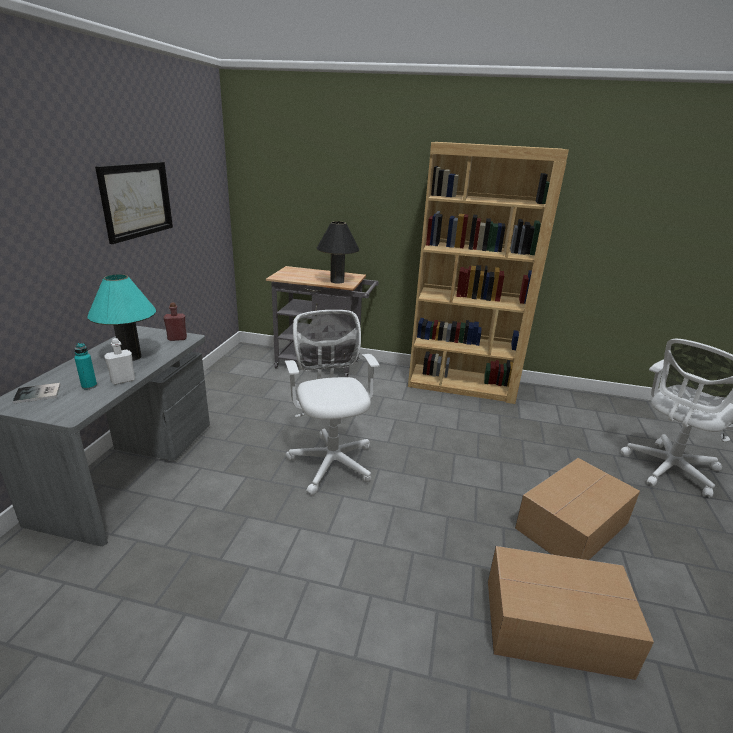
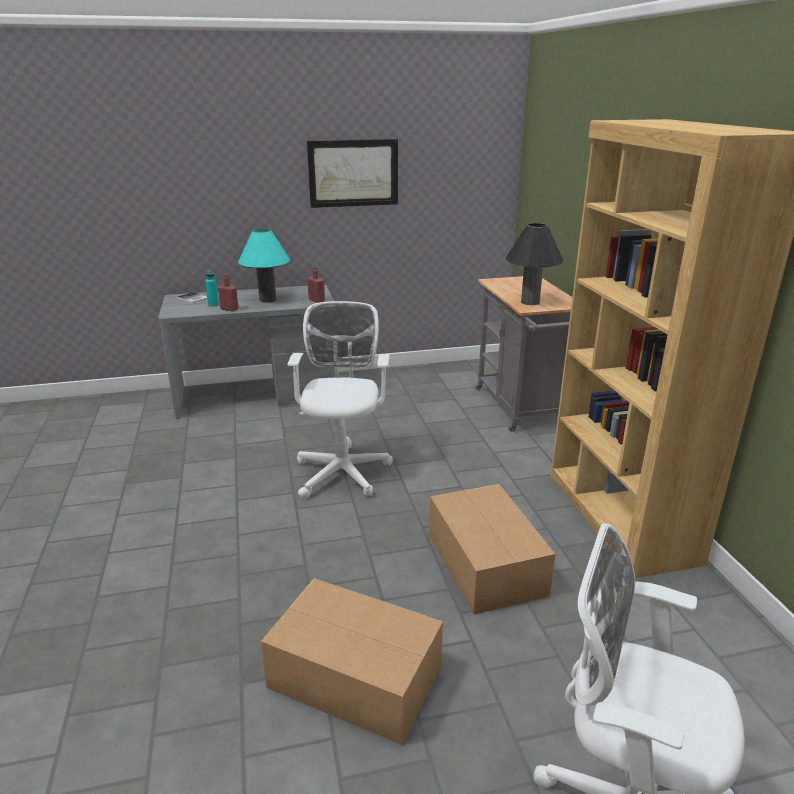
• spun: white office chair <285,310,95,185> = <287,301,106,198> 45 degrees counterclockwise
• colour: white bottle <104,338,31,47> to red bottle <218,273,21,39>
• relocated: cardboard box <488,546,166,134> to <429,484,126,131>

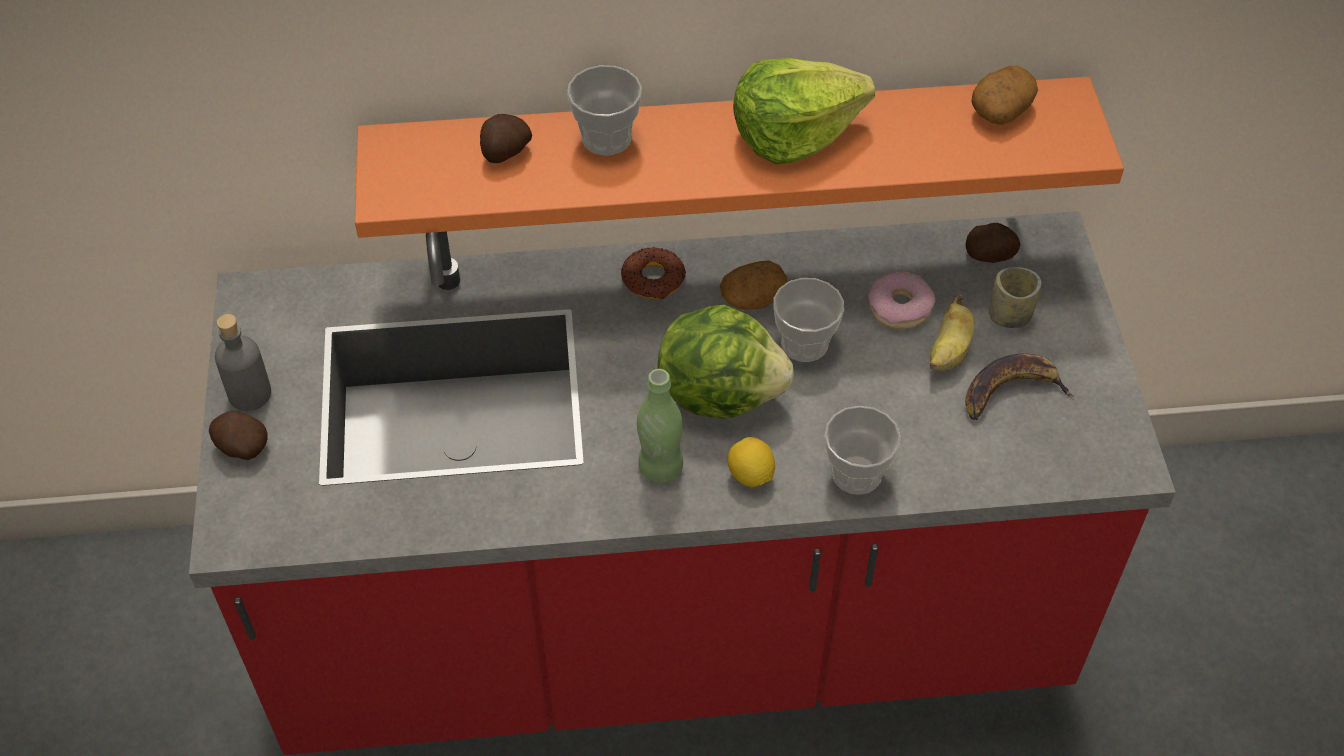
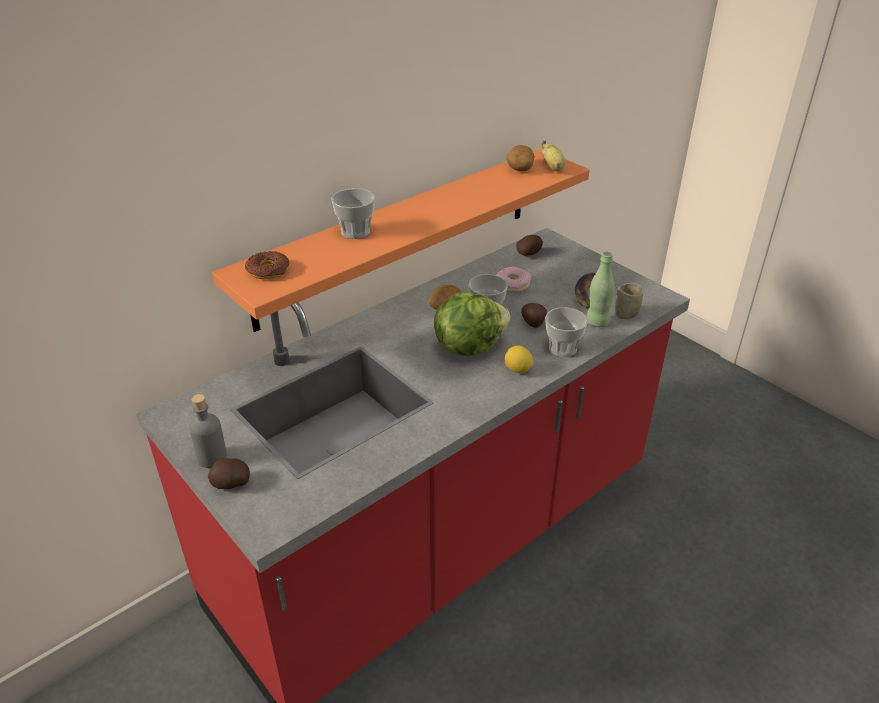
• missing: lettuce <733,58,142,106>
• relocated: potato <480,114,52,49> to <521,303,26,25>
• relocated: donut <621,247,65,52> to <245,251,44,28>
• relocated: cup <989,267,53,61> to <615,283,28,36>
• relocated: banana <930,295,45,76> to <541,140,25,31>
• relocated: green bottle <637,369,46,114> to <586,251,29,76>

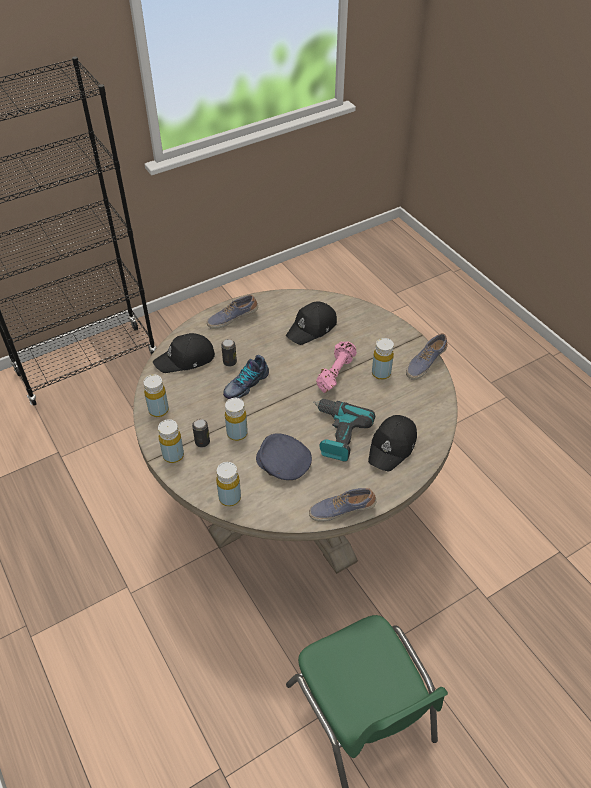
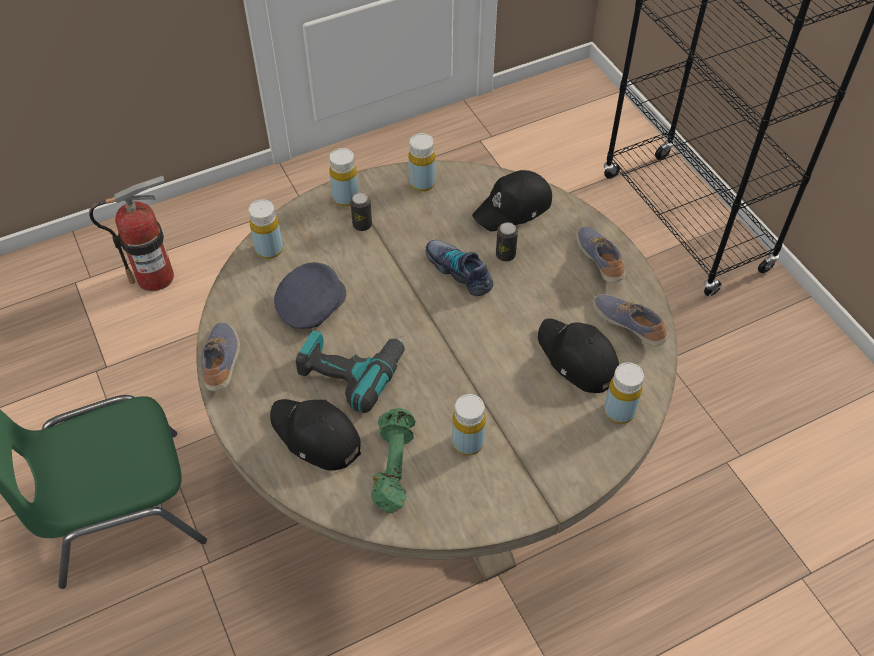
• spun: black cap <153,333,62,40> = <472,170,80,61> 105 degrees counterclockwise
• relocated: shoe <406,333,42,47> to <593,294,75,52>
• missing: pink dumbbell <316,341,41,52>
• relocated: yellow bottle <225,398,23,43> to <604,362,40,62>
• appeared: fire extinguisher <89,176,85,115>
• appeared: green dumbbell <371,408,44,105>

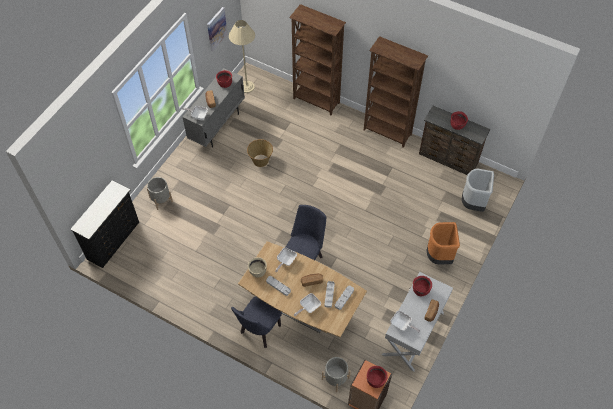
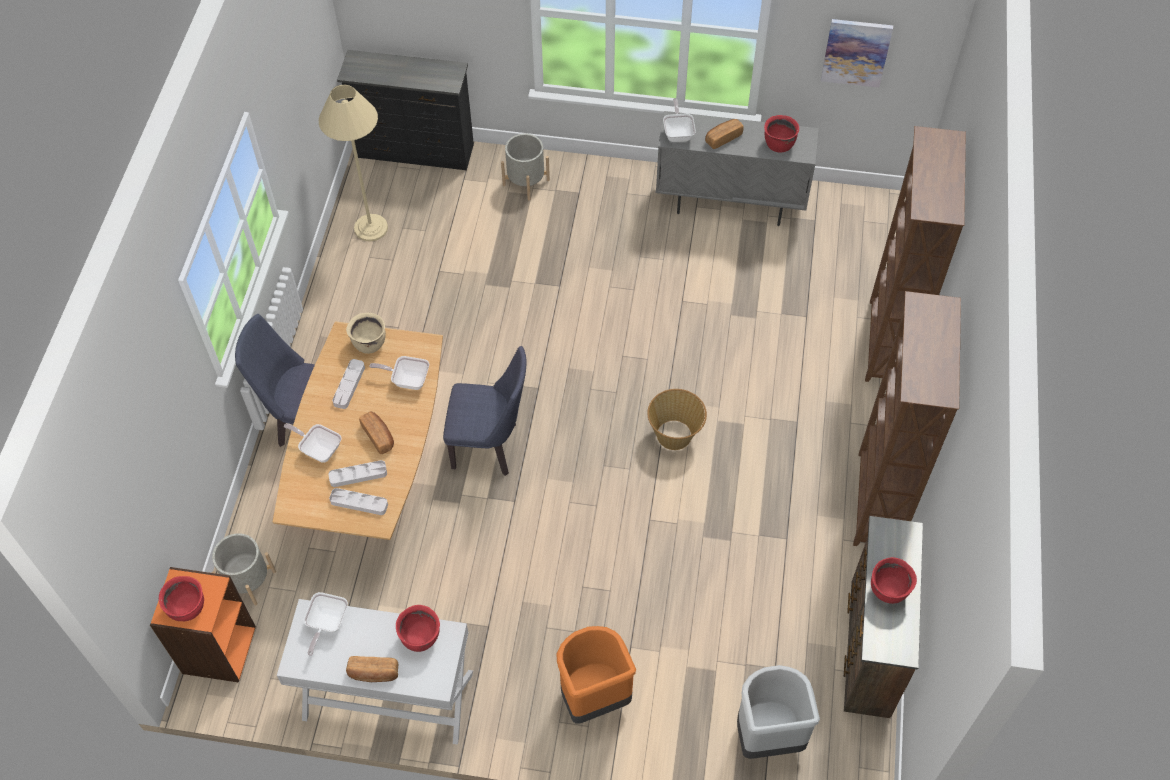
• relocated: beige floor lamp <229,20,26,73> to <319,85,69,156>
• relocated: basket <247,139,26,28> to <647,389,60,61>

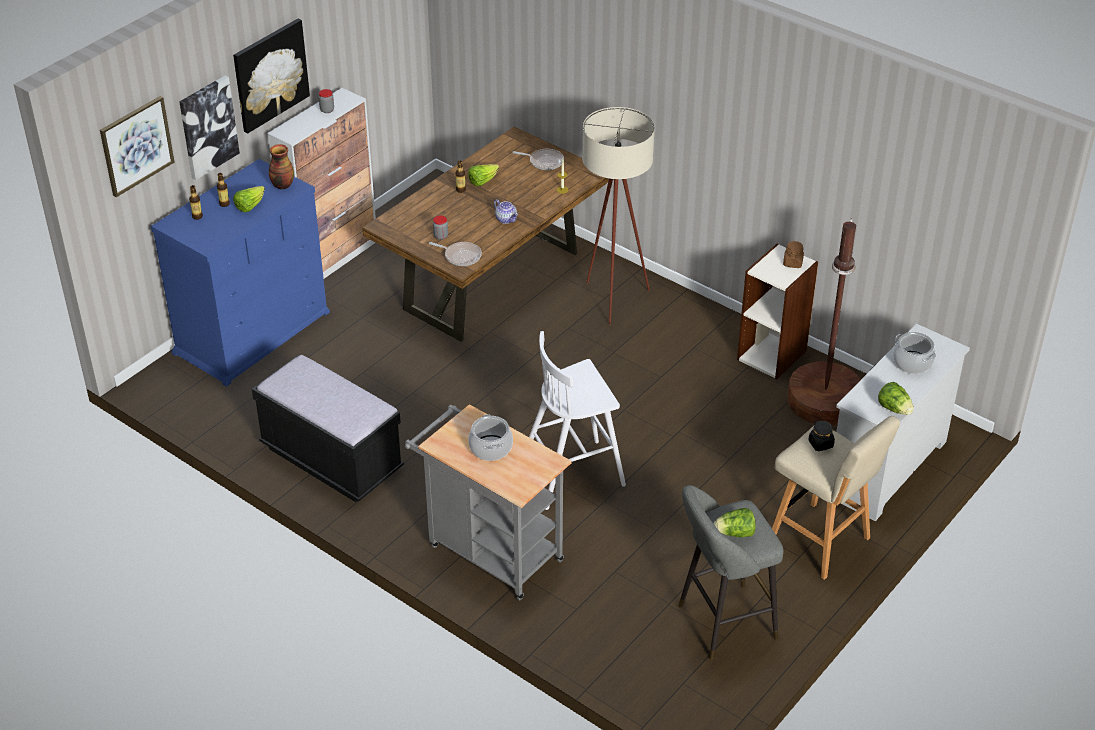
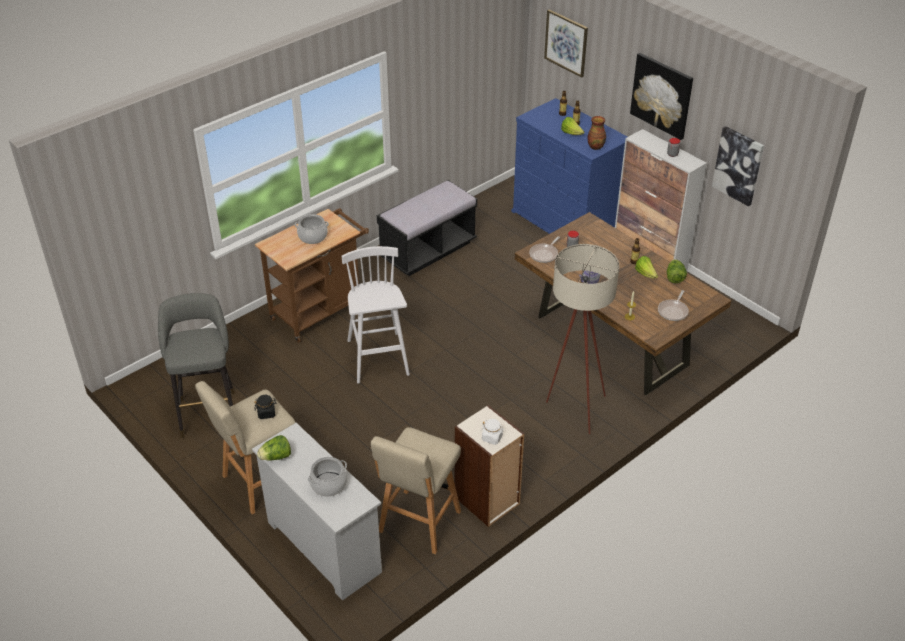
• relocated: picture <179,76,61,104> to <712,126,52,80>
• exchanged: brown floor lamp <788,219,73,207> to beige stool <371,427,90,127>
• colour: brown jar <783,241,21,27> to white jar <481,419,23,26>
• colour: grey cart <405,404,167,196> to brown cart <255,208,114,135>
• relocated: lettuce <714,508,42,30> to <667,259,20,24>

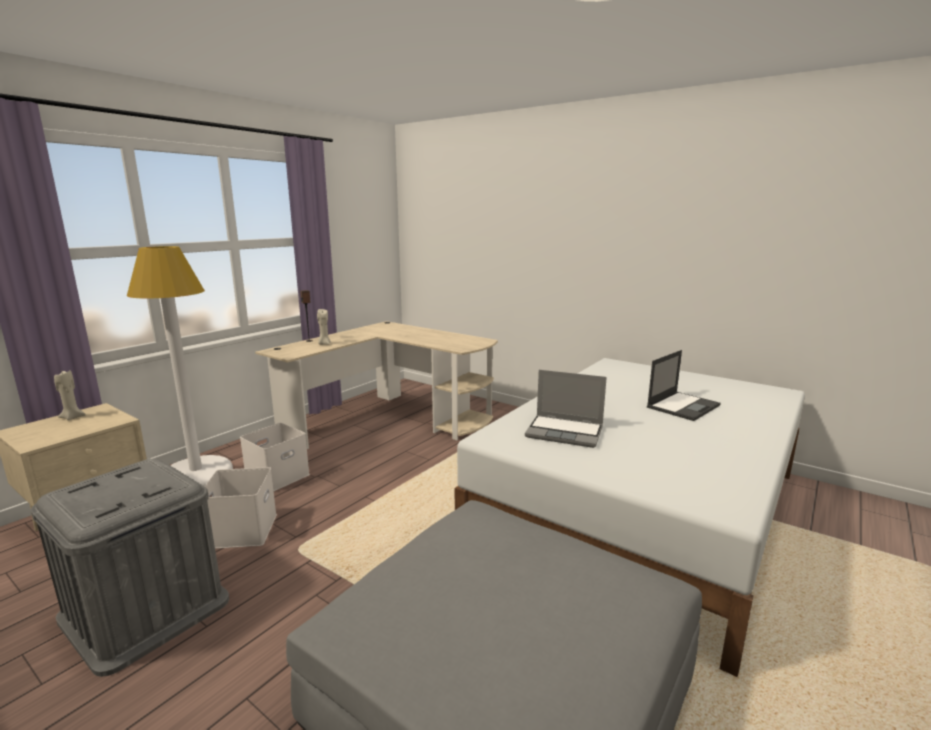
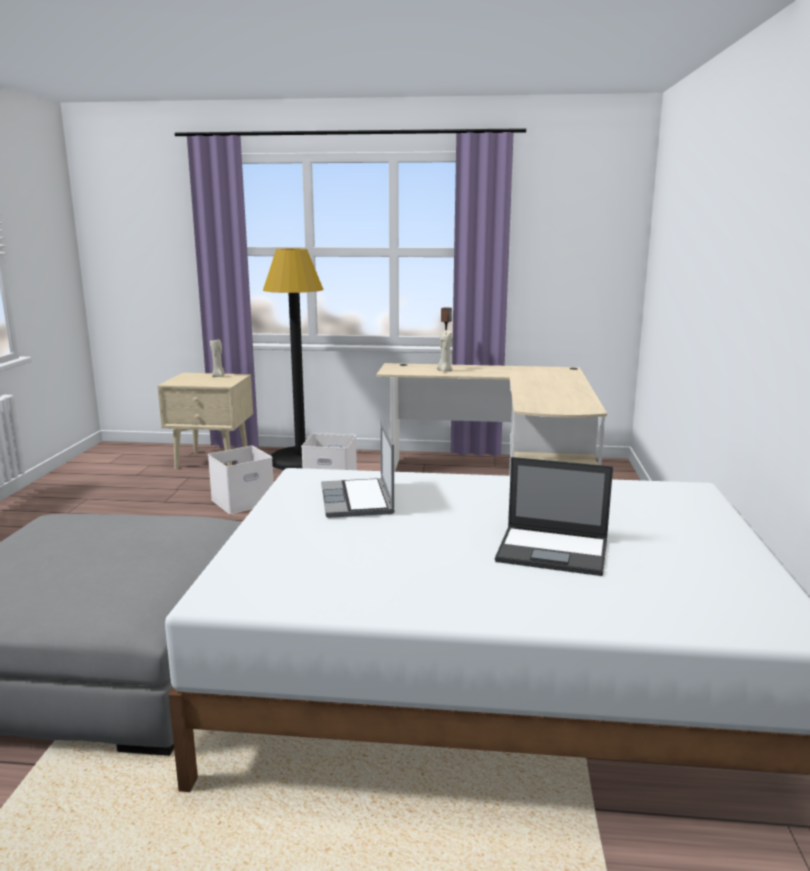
• colour: white floor lamp <127,246,106,240> to black floor lamp <263,249,61,221>
• missing: grey storage box <31,459,198,218>

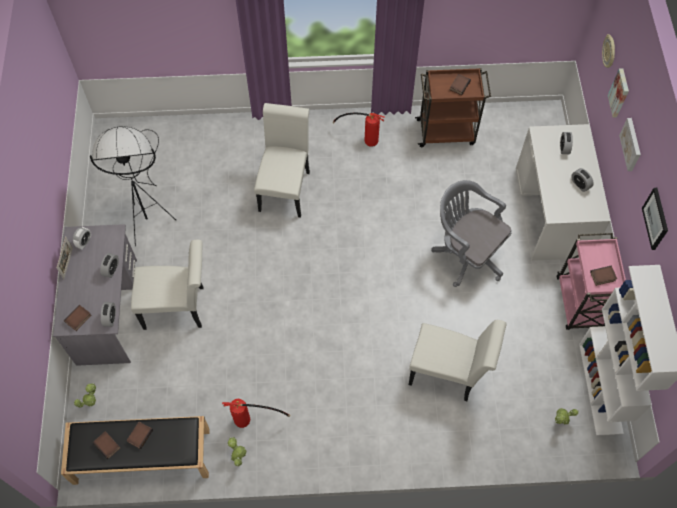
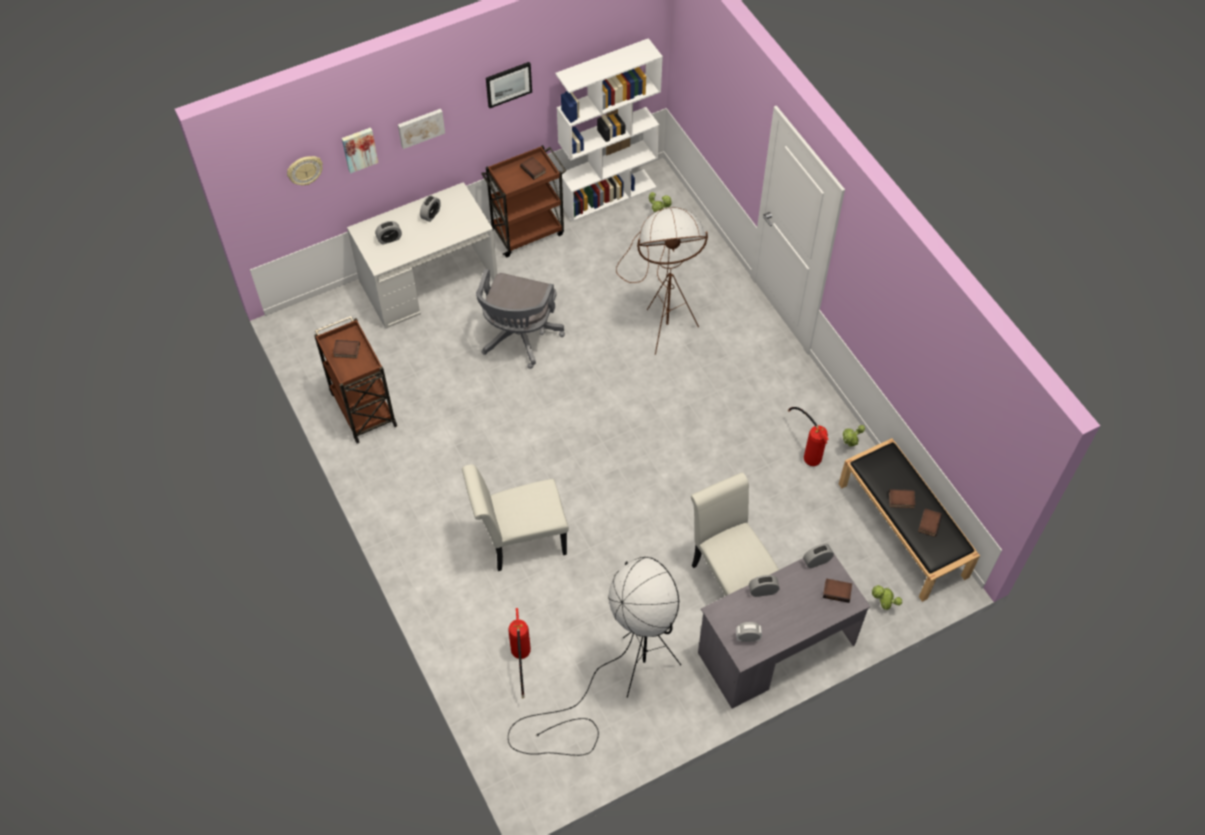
• relocated: fire extinguisher <333,113,52,34> to <508,608,23,90>
• colour: pink cart <557,233,69,97> to brown cart <481,145,85,112>
• missing: picture frame <56,236,17,43>
• exchanged: white chair <409,320,98,81> to brown floor lamp <616,207,92,148>

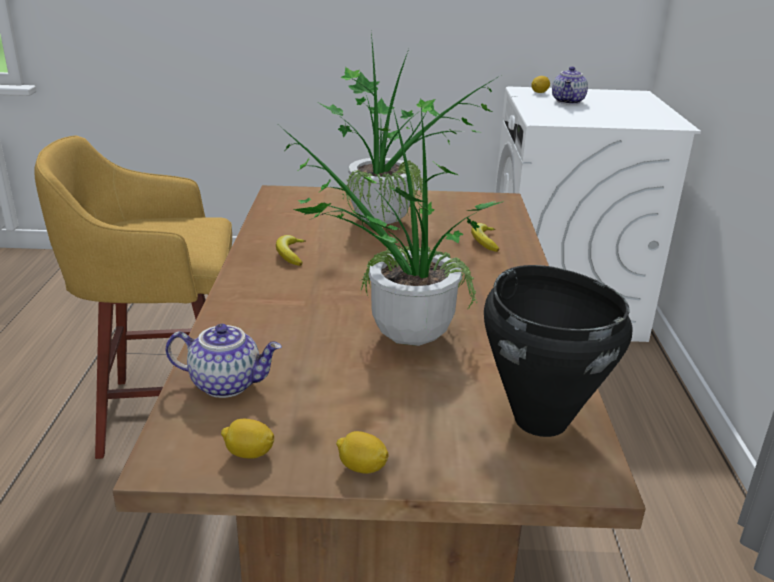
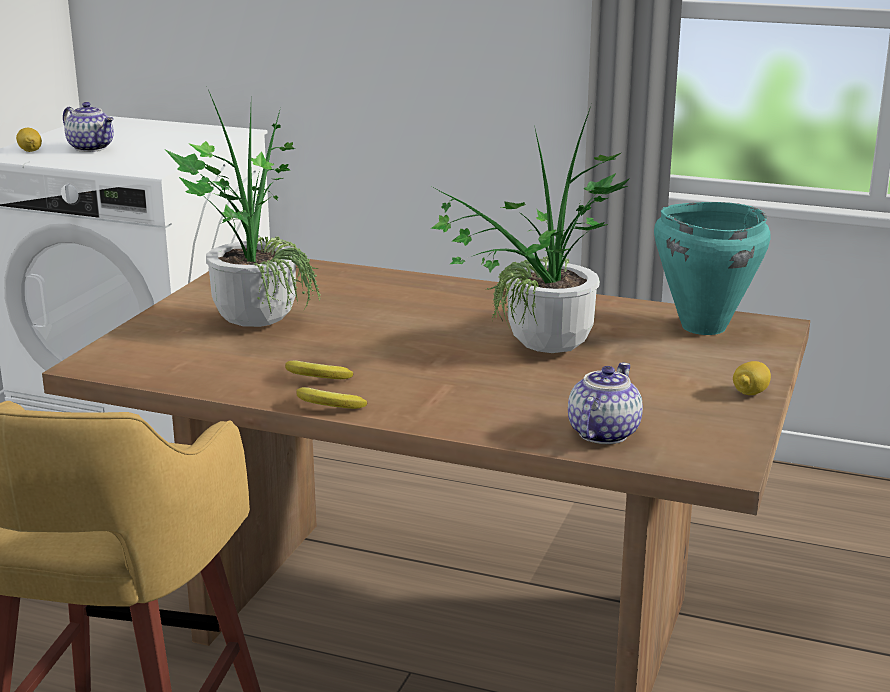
• relocated: banana <471,223,28,29> to <296,387,71,22>
• colour: black cooking pot <484,265,149,172> to turquoise cooking pot <654,202,116,133>
• missing: lemon <221,419,53,40>

